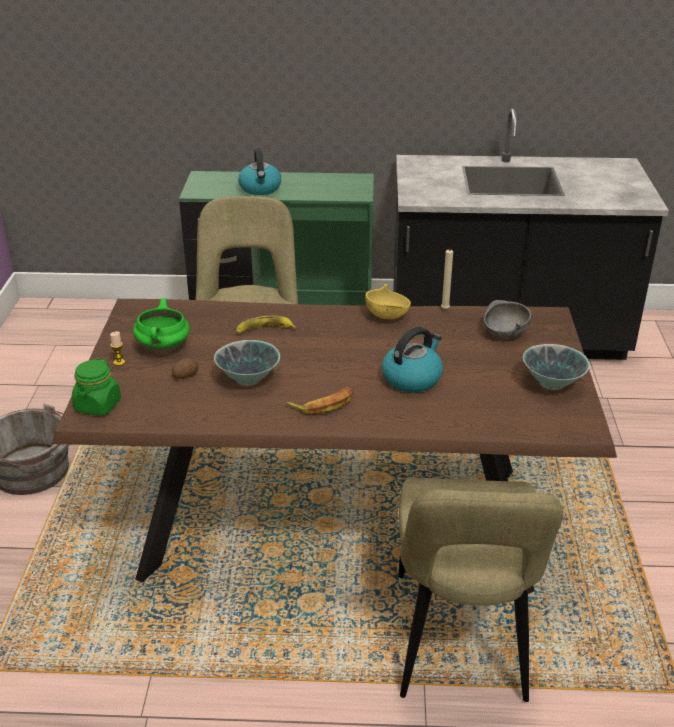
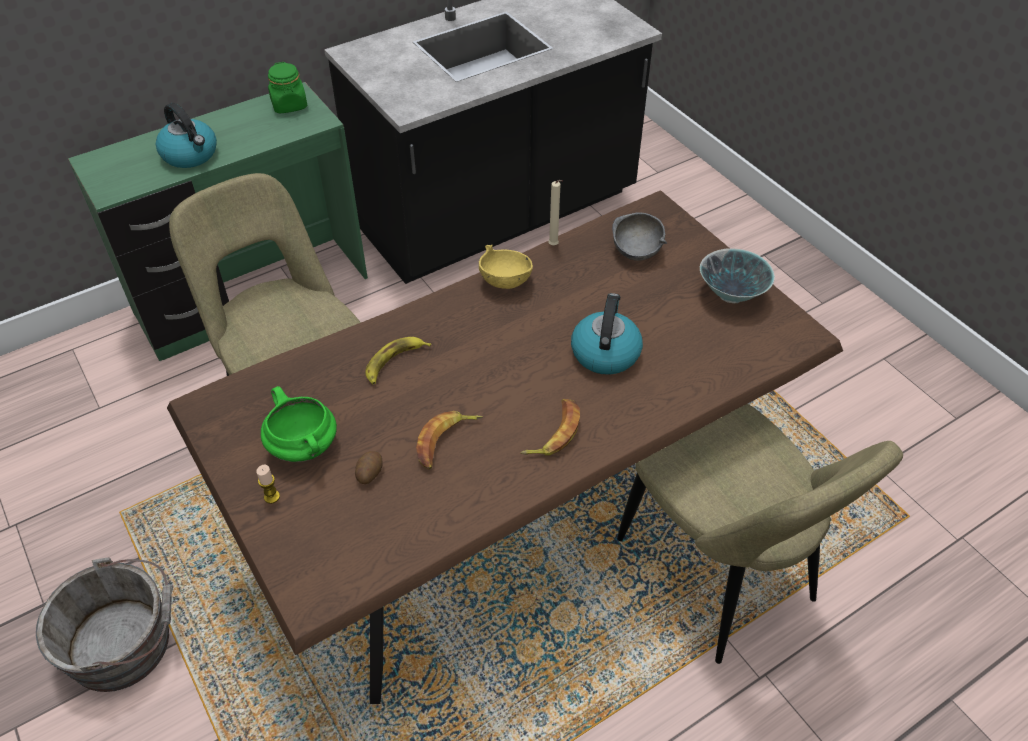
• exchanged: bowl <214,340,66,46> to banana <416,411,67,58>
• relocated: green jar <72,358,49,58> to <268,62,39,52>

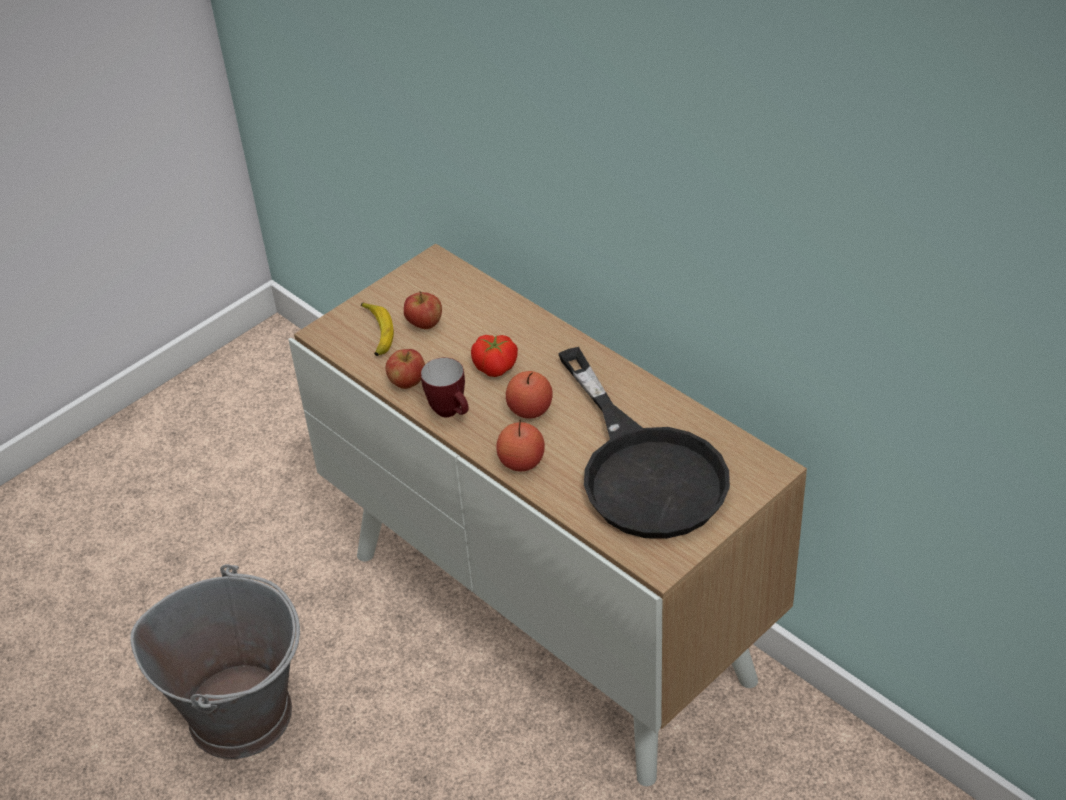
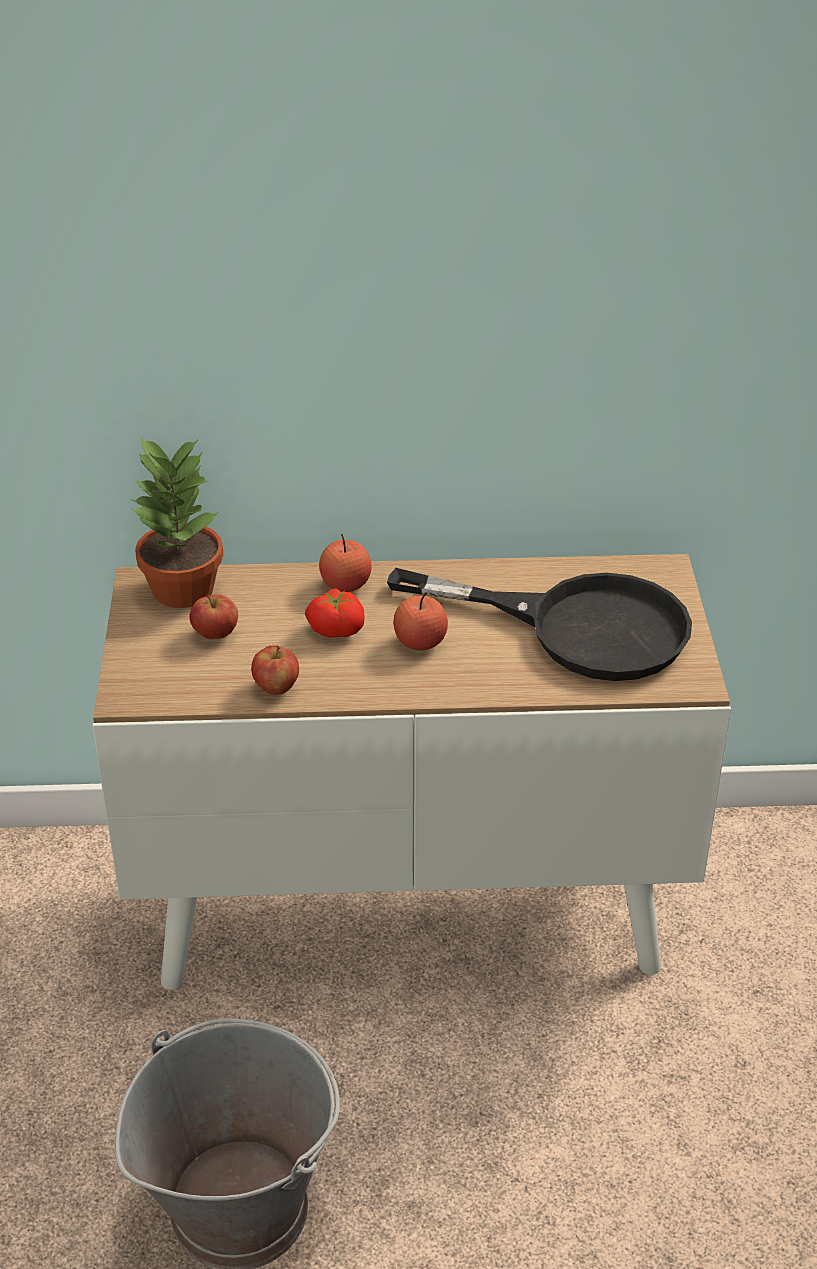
• missing: banana <361,302,33,54>
• missing: mug <421,358,48,59>
• relocated: apple <496,420,49,52> to <319,534,53,58>
• appeared: potted plant <131,437,92,171>

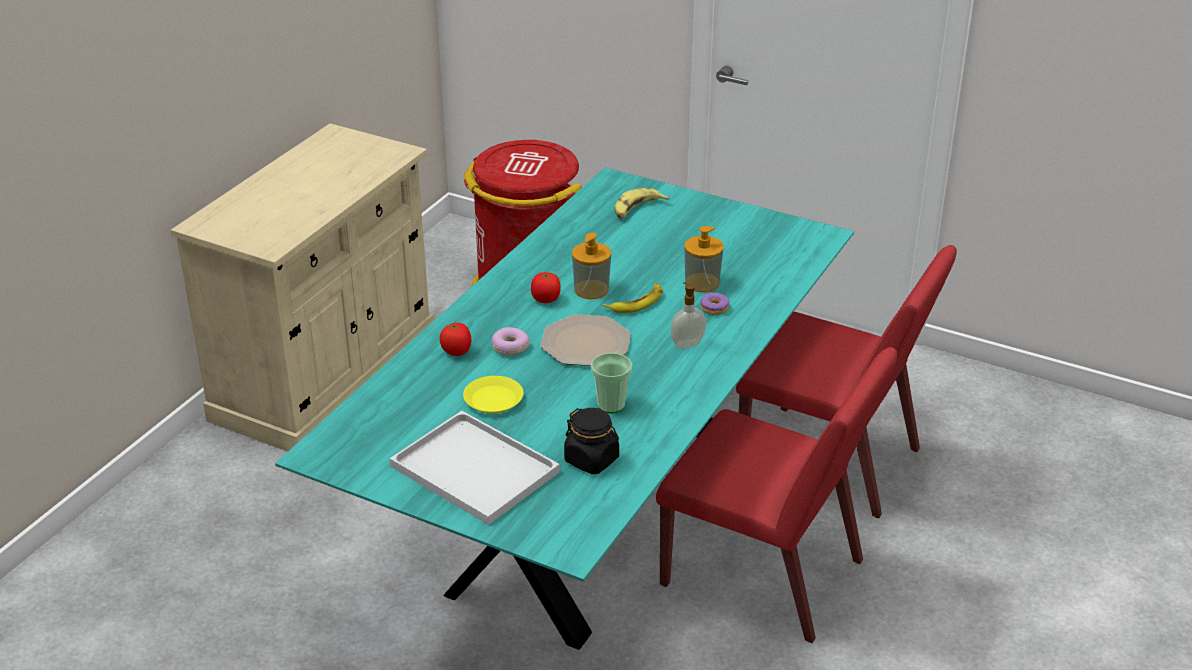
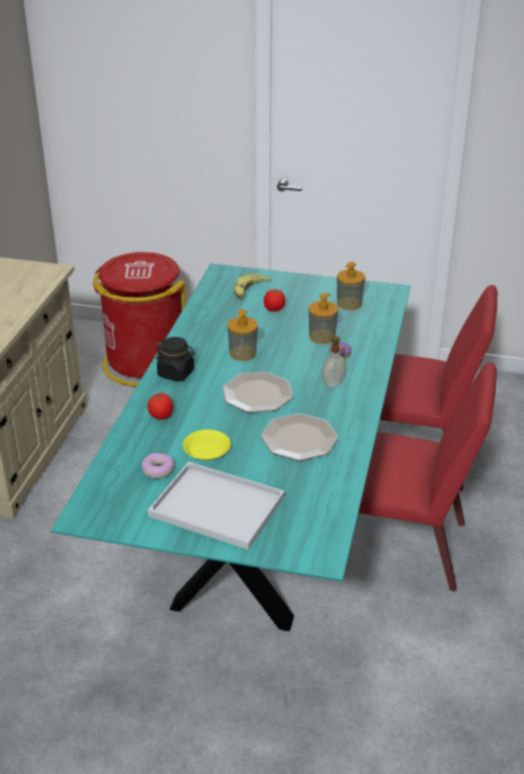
• relocated: tomato <531,272,30,31> to <264,289,21,23>
• missing: banana <603,283,60,30>
• relocated: donut <492,327,38,28> to <141,453,34,25>
• exchanged: cup <591,353,41,60> to plate <261,413,77,48>
• relocated: black jar <564,408,55,66> to <156,337,39,44>
• appeared: soap dispenser <337,262,28,48>

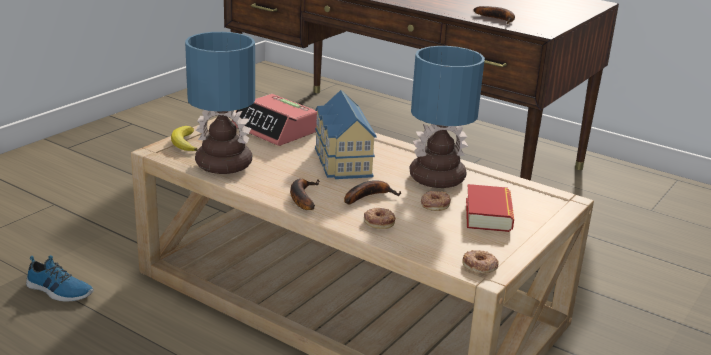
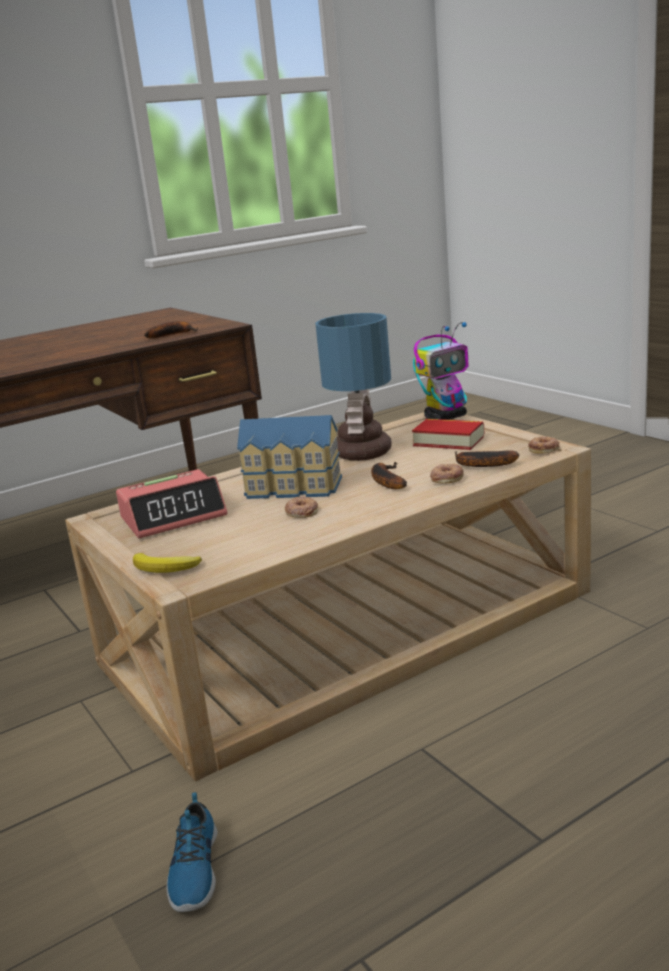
• missing: table lamp <185,32,70,142>
• relocated: banana <290,179,30,31> to <455,450,64,17>
• relocated: donut <421,191,30,20> to <285,496,33,22>
• spun: shoe <26,255,68,47> = <166,792,51,120> 135 degrees clockwise
• appeared: toy robot <413,322,55,98>

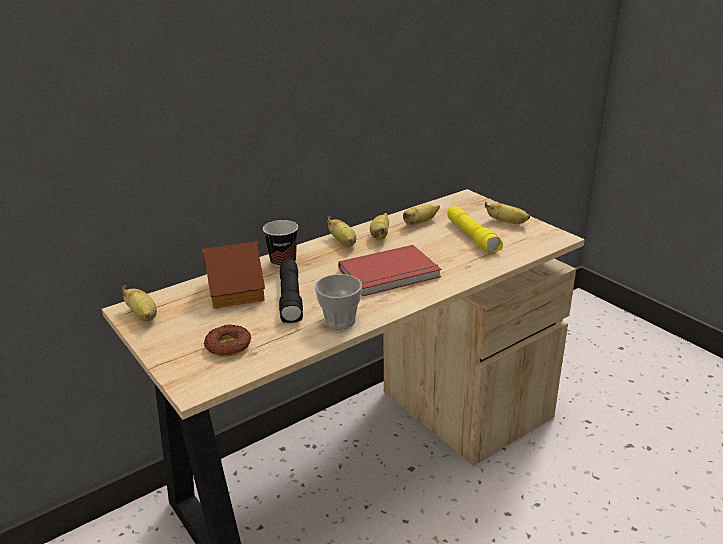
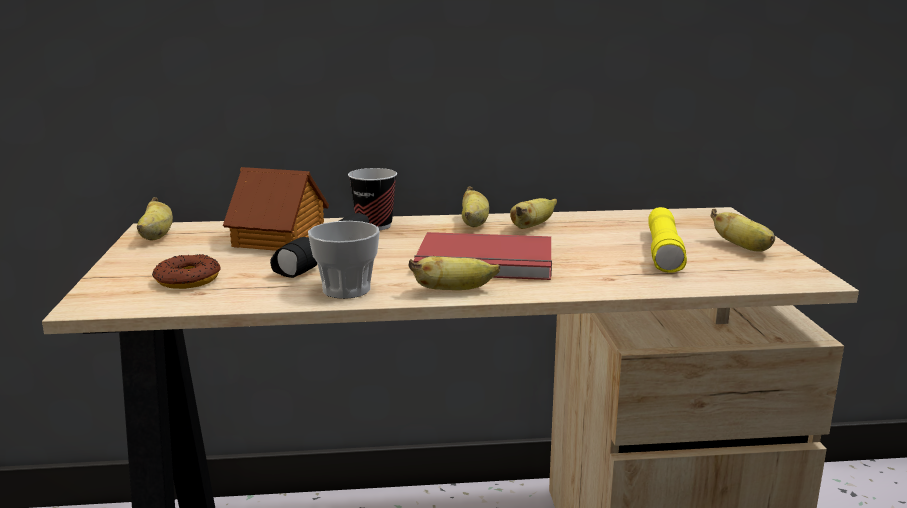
• relocated: banana <403,205,37,20> to <409,256,91,34>

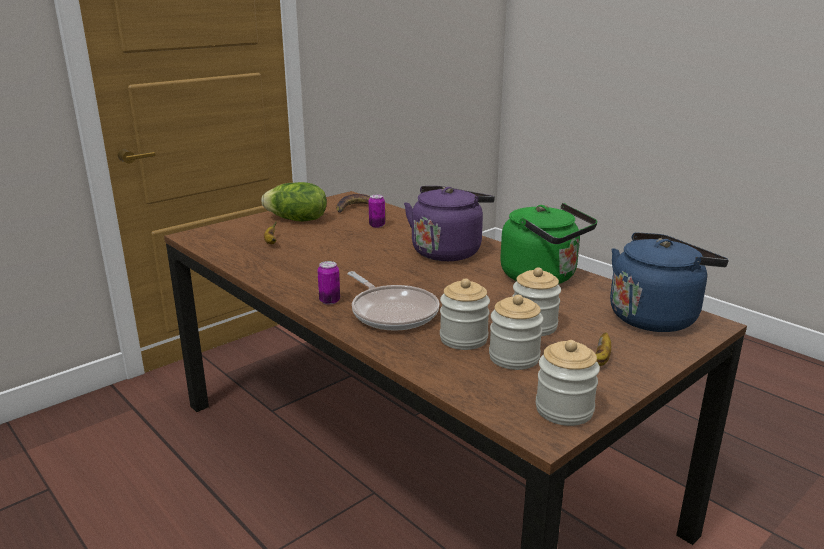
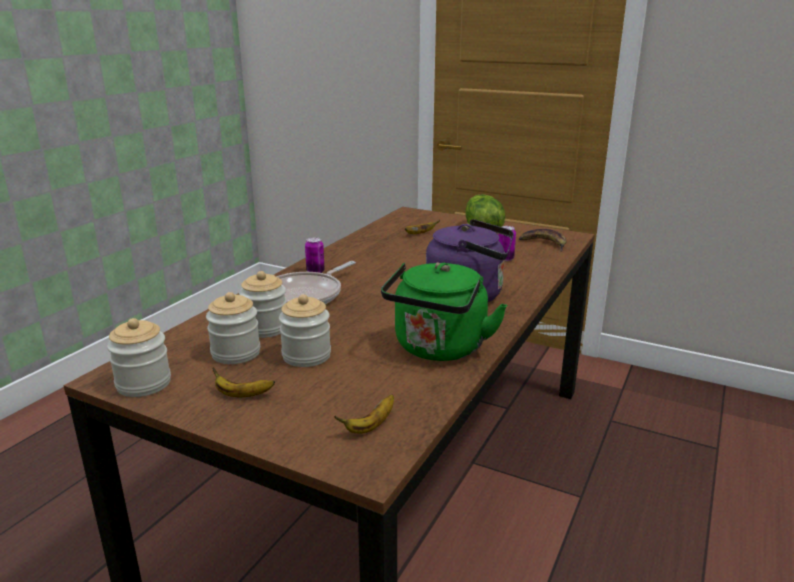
• exchanged: blue kettle <610,232,119,100> to banana <334,395,60,39>

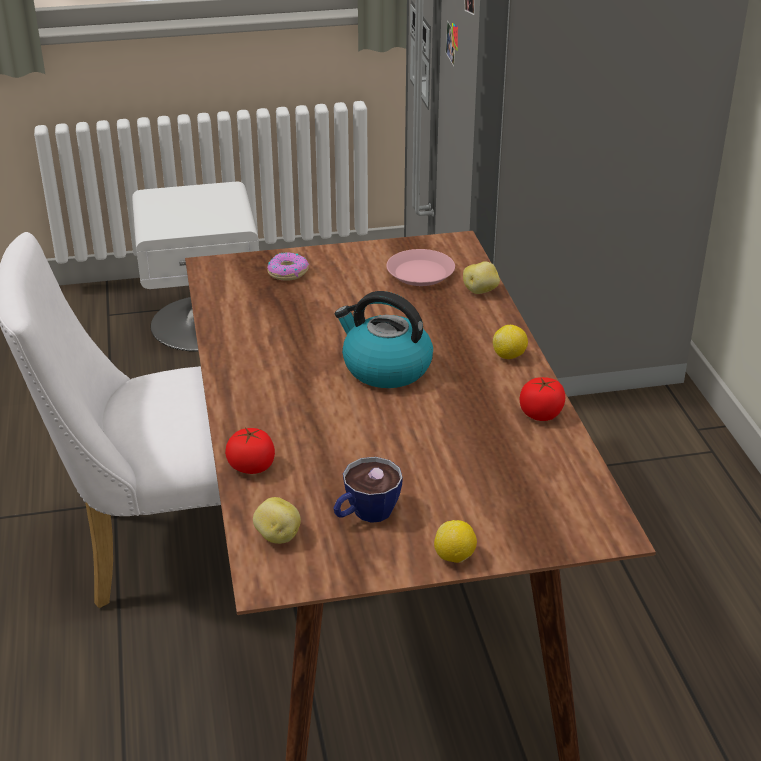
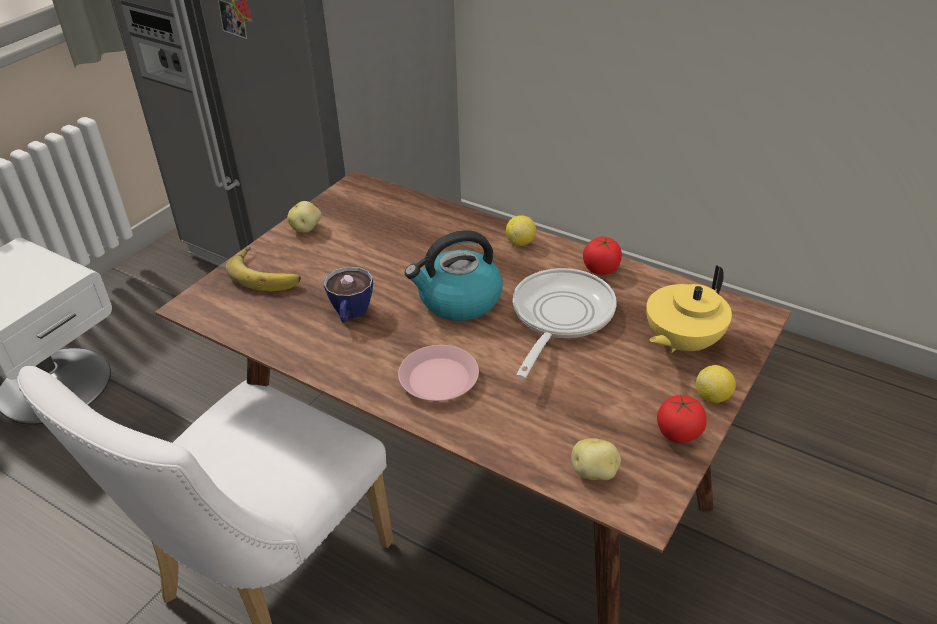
• relocated: pink plate <386,249,69,37> to <398,345,81,56>
• exchanged: donut <267,252,42,29> to banana <226,247,75,44>
• relocated: potato <463,261,37,33> to <287,201,34,32>
• relocated: tomato <225,427,50,47> to <657,394,50,49>
• relocated: cup <333,457,70,66> to <324,267,49,56>
• appeared: yellow teapot <646,265,86,88>
• appeared: frying pan <513,268,104,110>

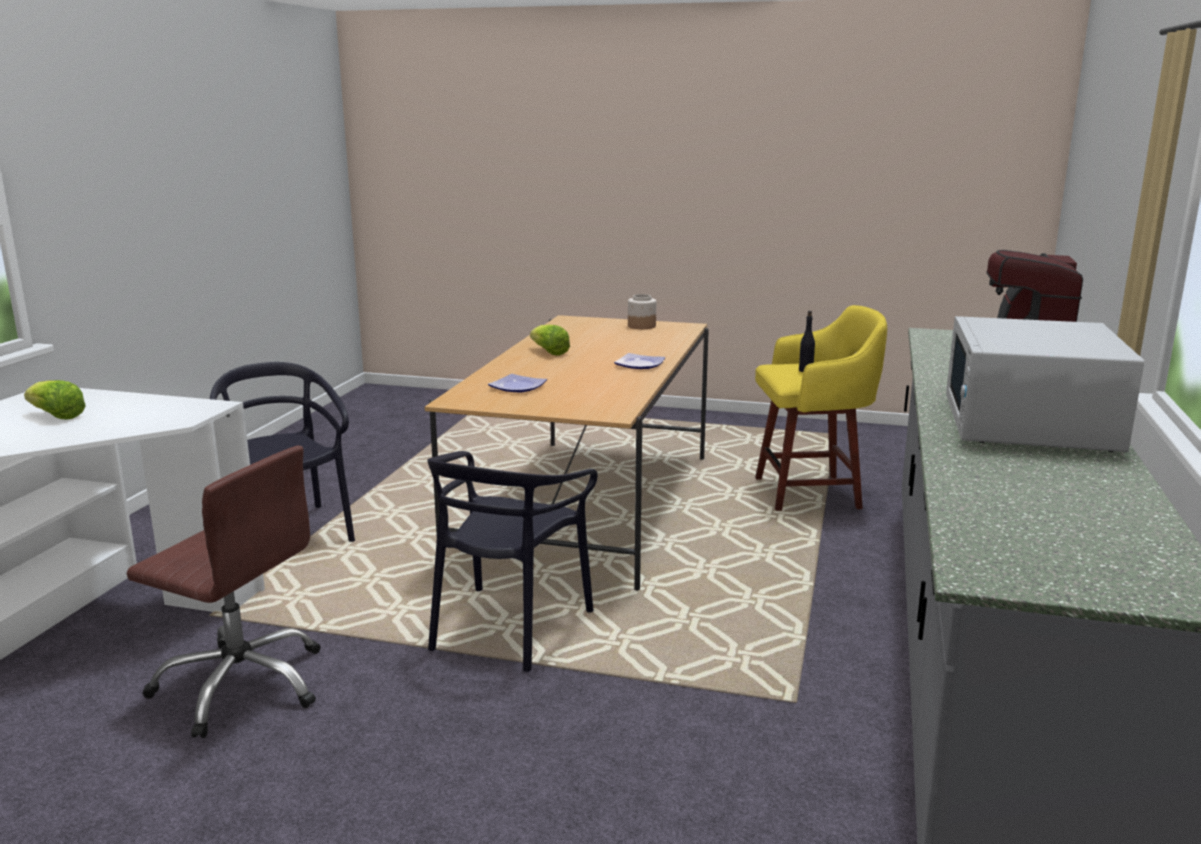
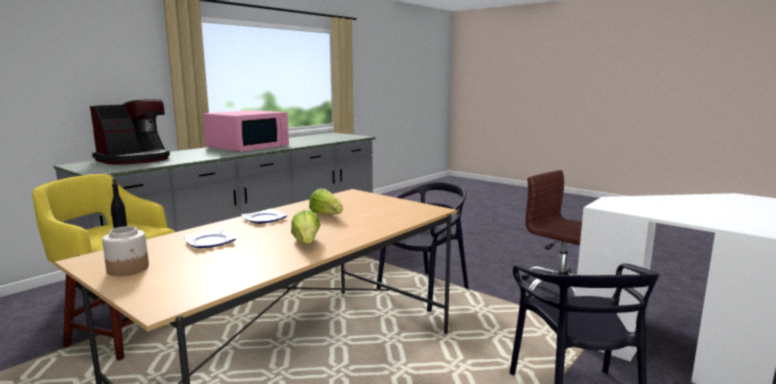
• colour: white microwave <946,316,198,136> to pink microwave <203,110,86,42>
• relocated: plate <488,374,59,18> to <184,229,52,19>
• relocated: lettuce <24,380,62,40> to <309,189,34,26>

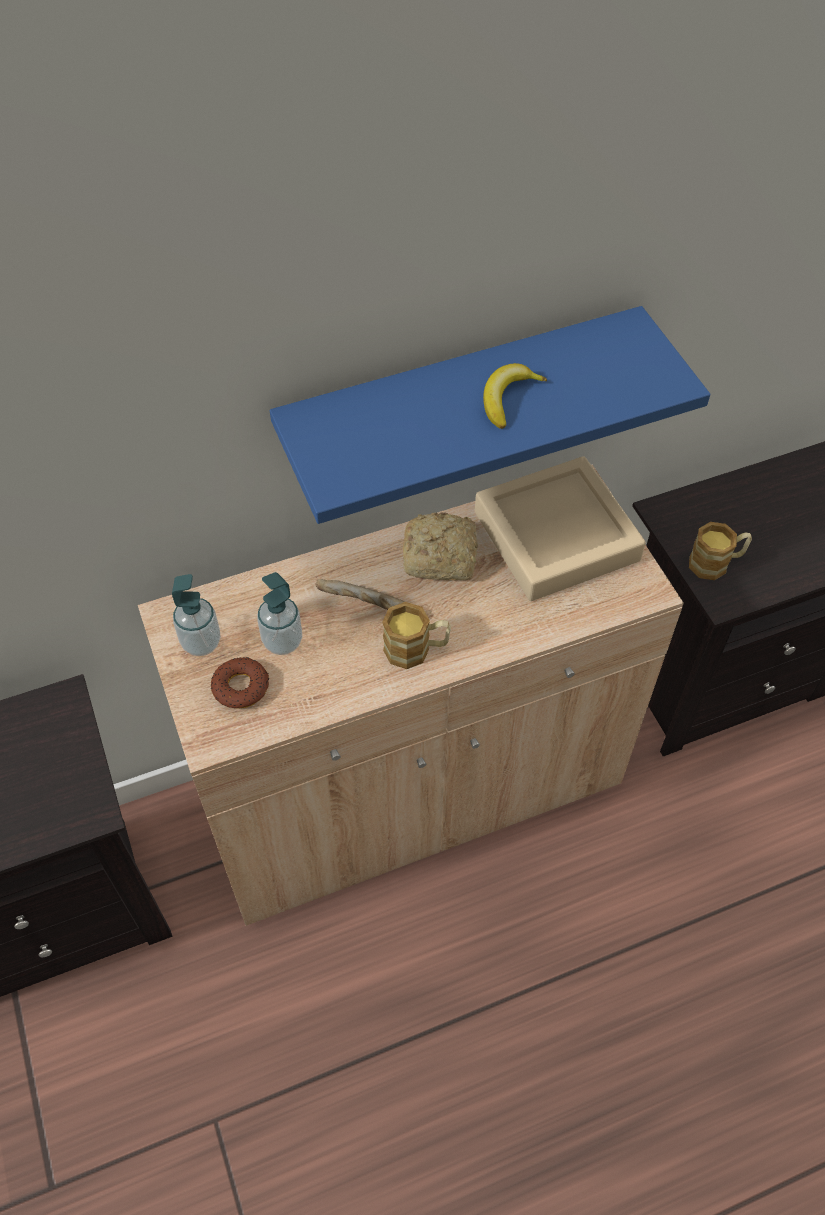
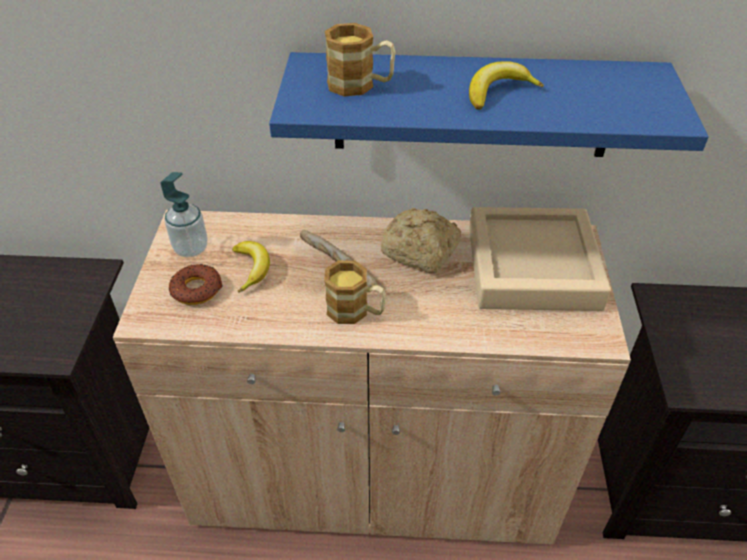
• relocated: mug <689,522,63,58> to <325,23,71,74>
• exchanged: soap dispenser <257,572,45,83> to banana <232,241,38,52>

